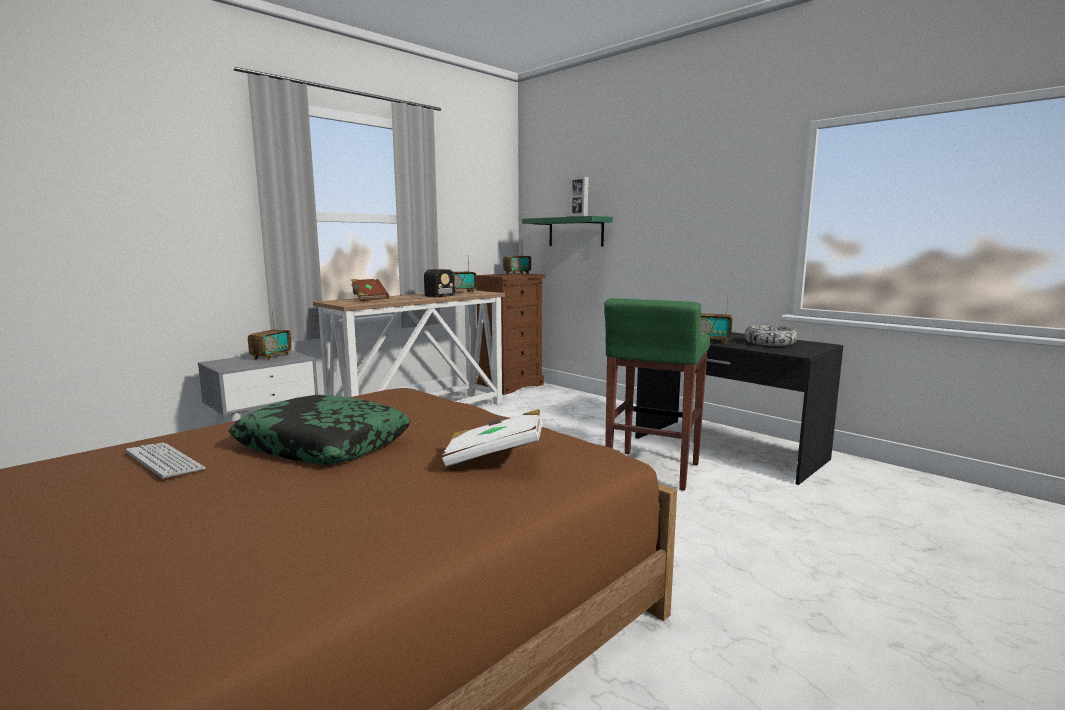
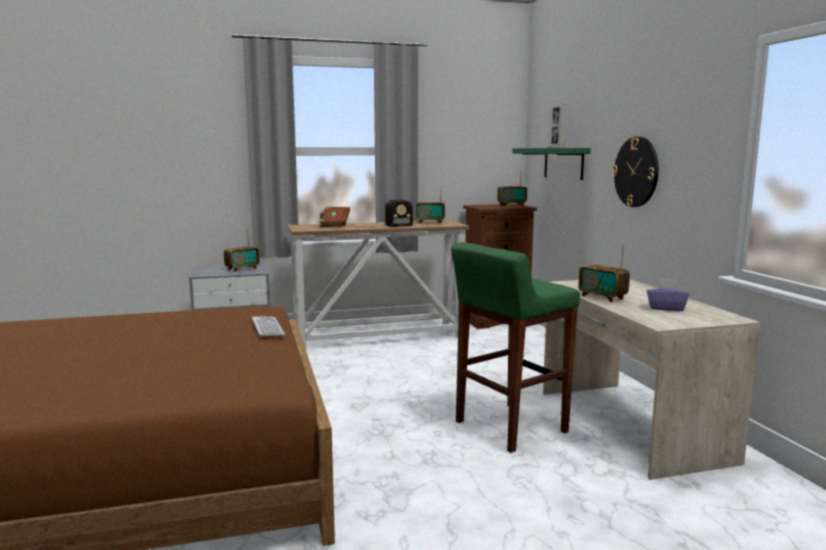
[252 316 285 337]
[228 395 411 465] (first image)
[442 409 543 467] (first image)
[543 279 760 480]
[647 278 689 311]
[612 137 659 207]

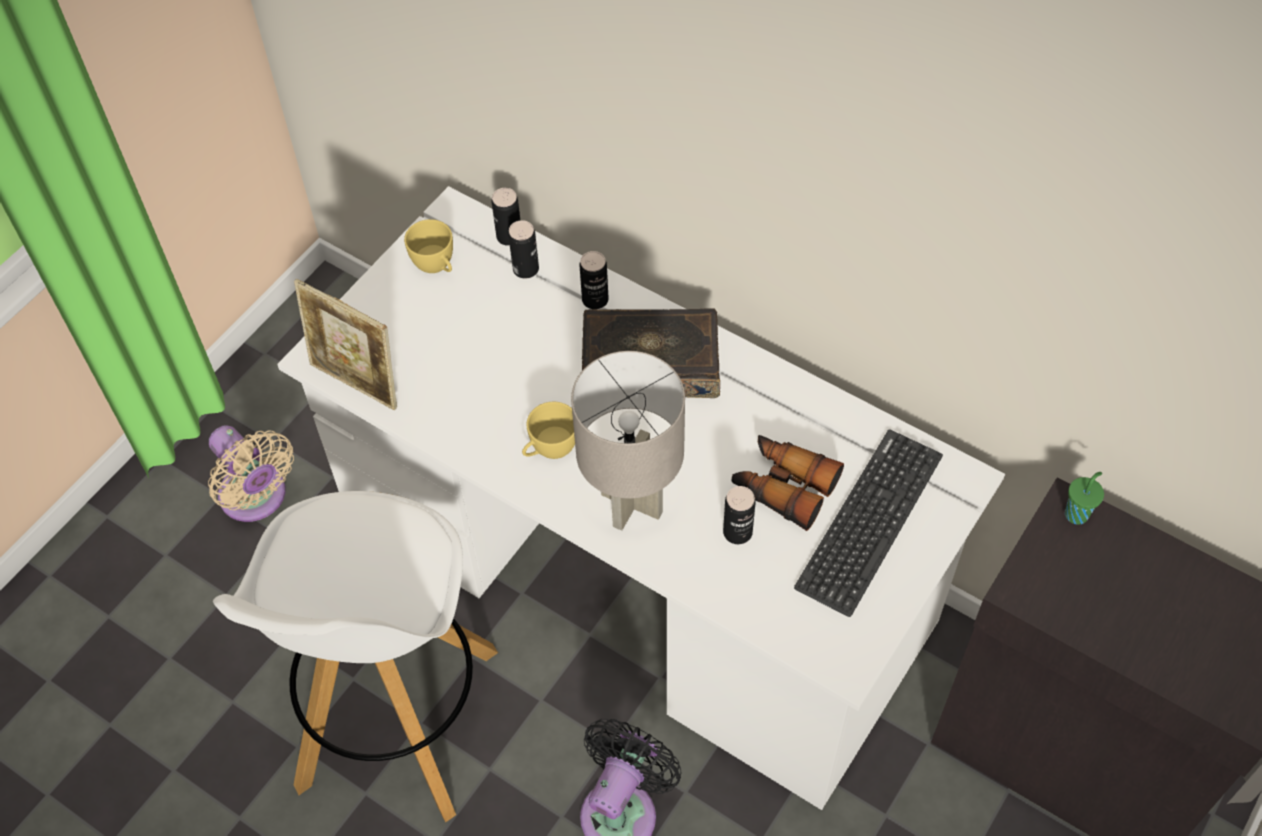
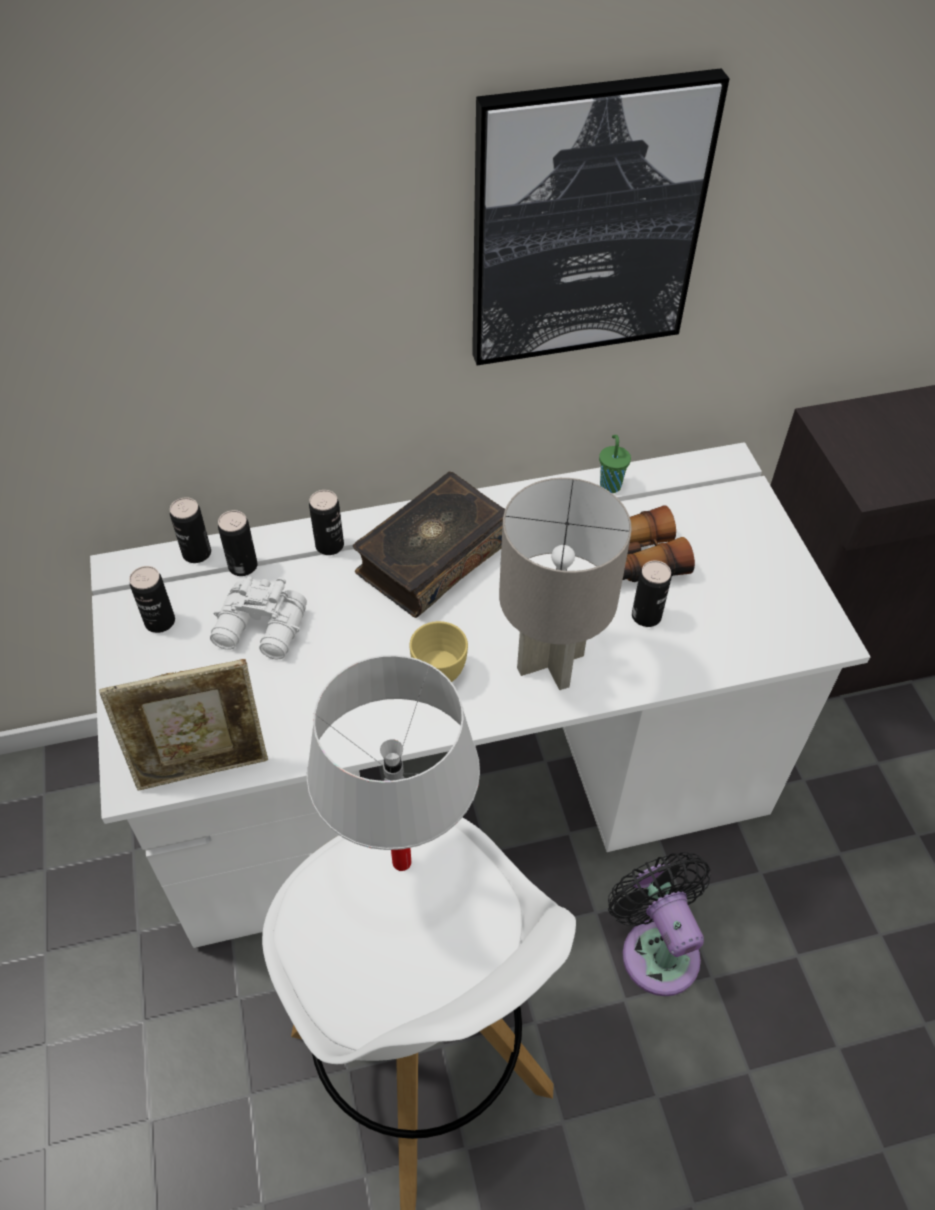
[208 425 294 522] (first image)
[129 566 175 633]
[794 429 943 617] (first image)
[599 435 631 493]
[210 576 307 660]
[307 655 480 871]
[472 68 730 365]

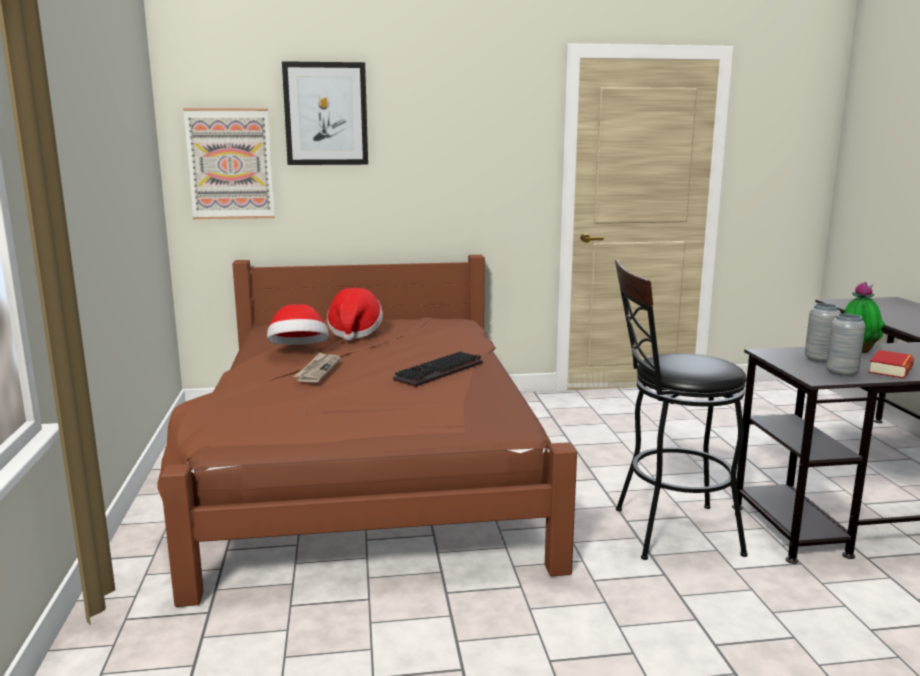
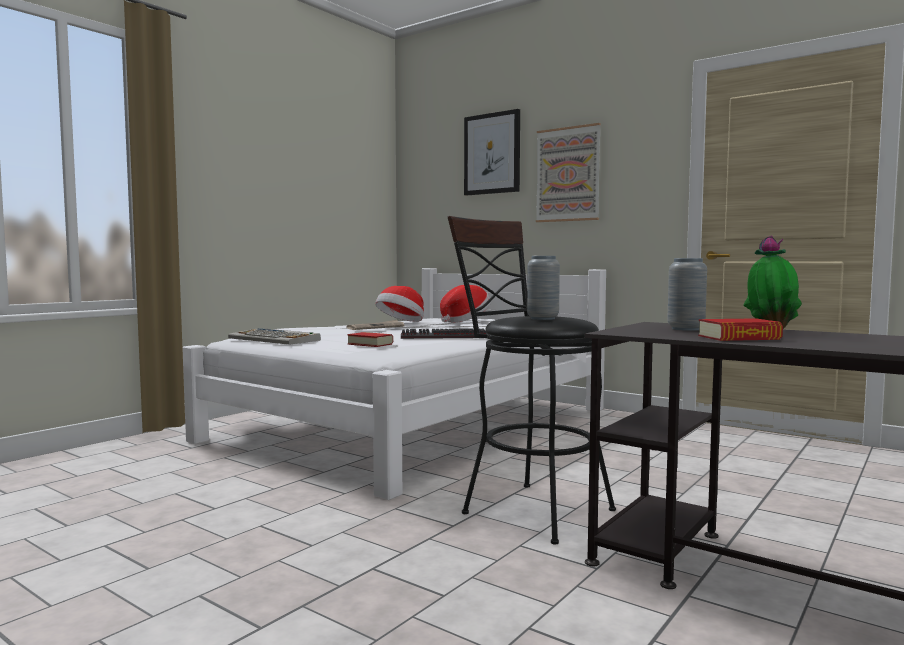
[183 268 606 500]
[536 123 601 222]
[527 256 560 320]
[228 328 321 345]
[347 332 393 347]

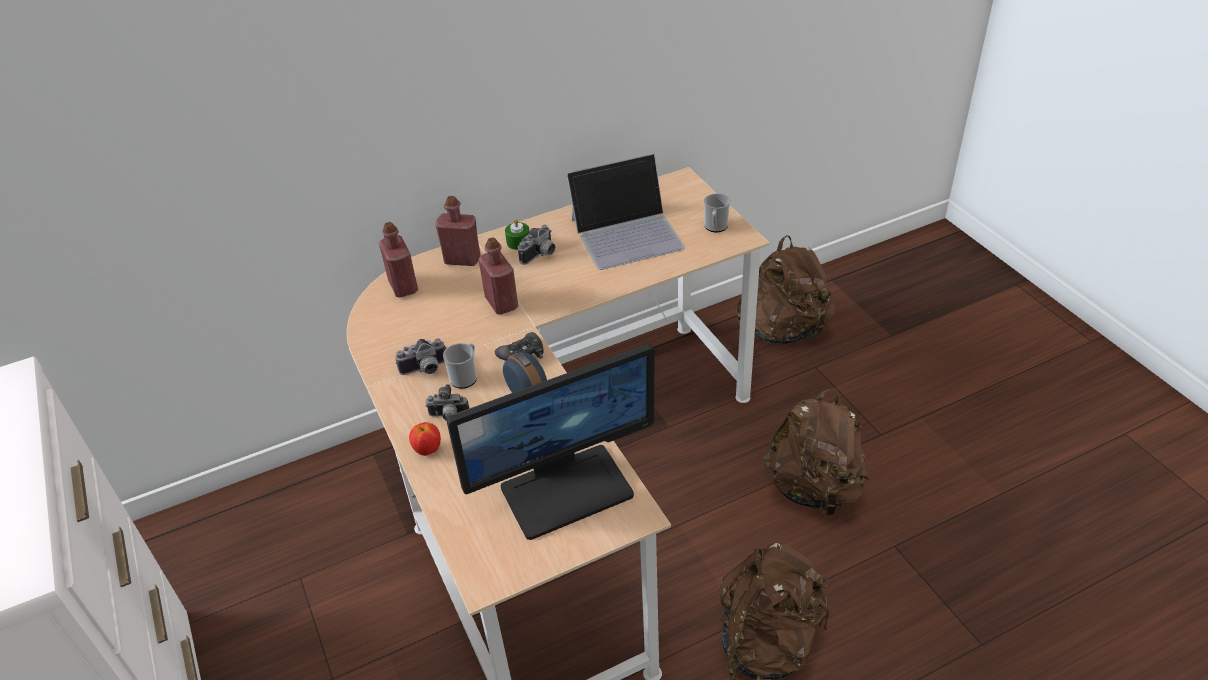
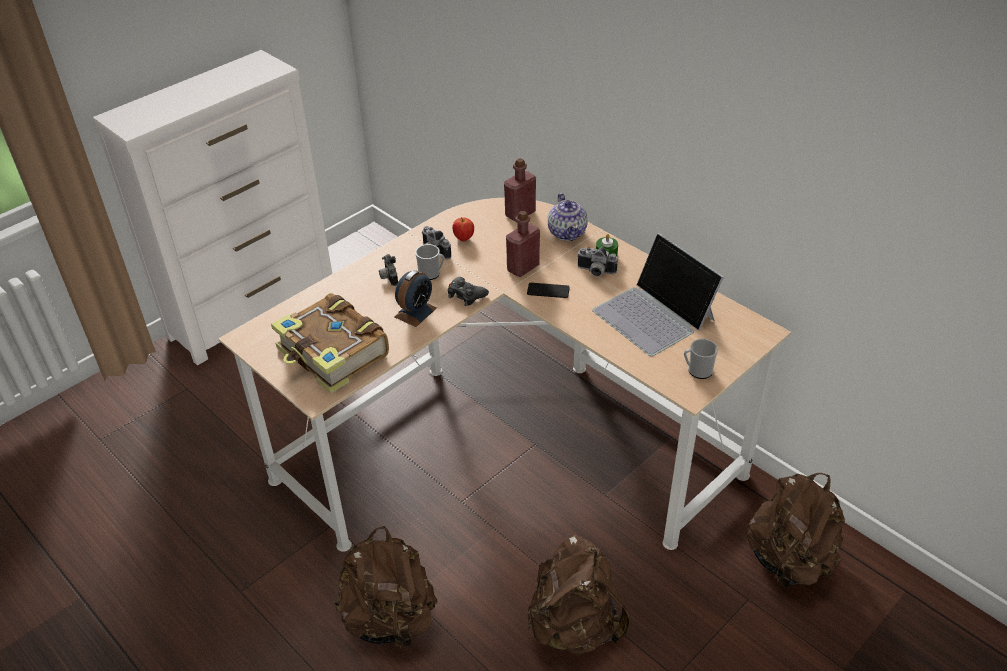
[452 217 474 242]
[548 193 588 241]
[271 293 389 394]
[527 283 570 298]

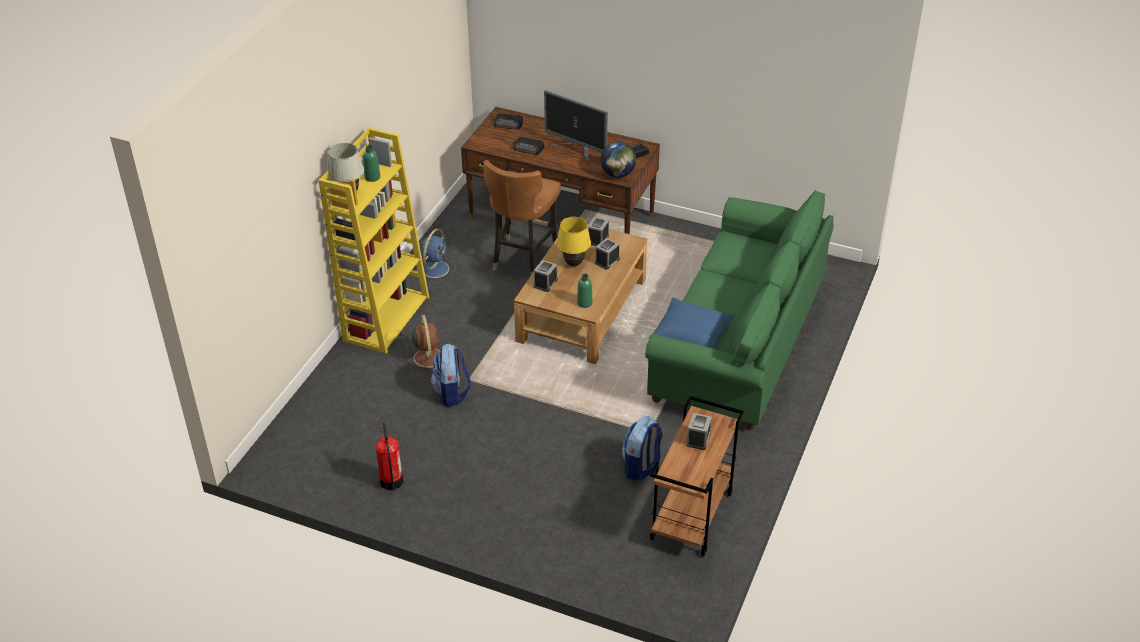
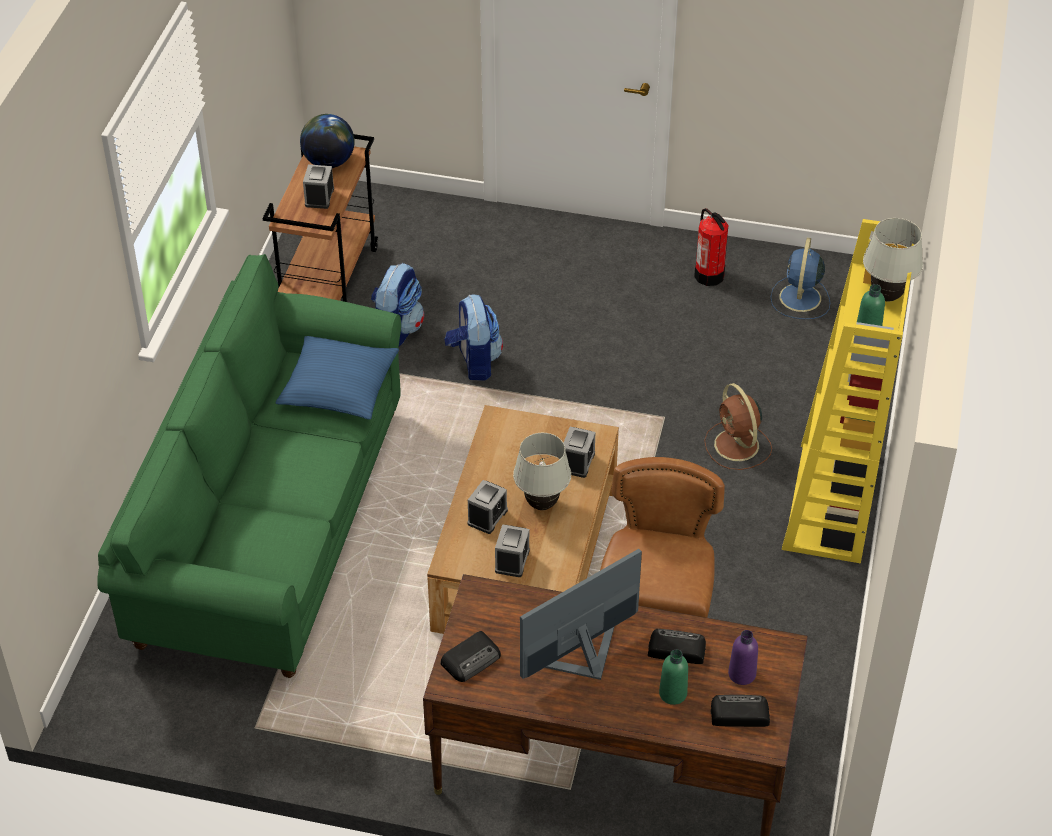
[770 238 830 319]
[444 294 503 381]
[520 549 642 680]
[513 433 571 510]
[659 649 688 705]
[300 114 355 168]
[728 630 758 685]

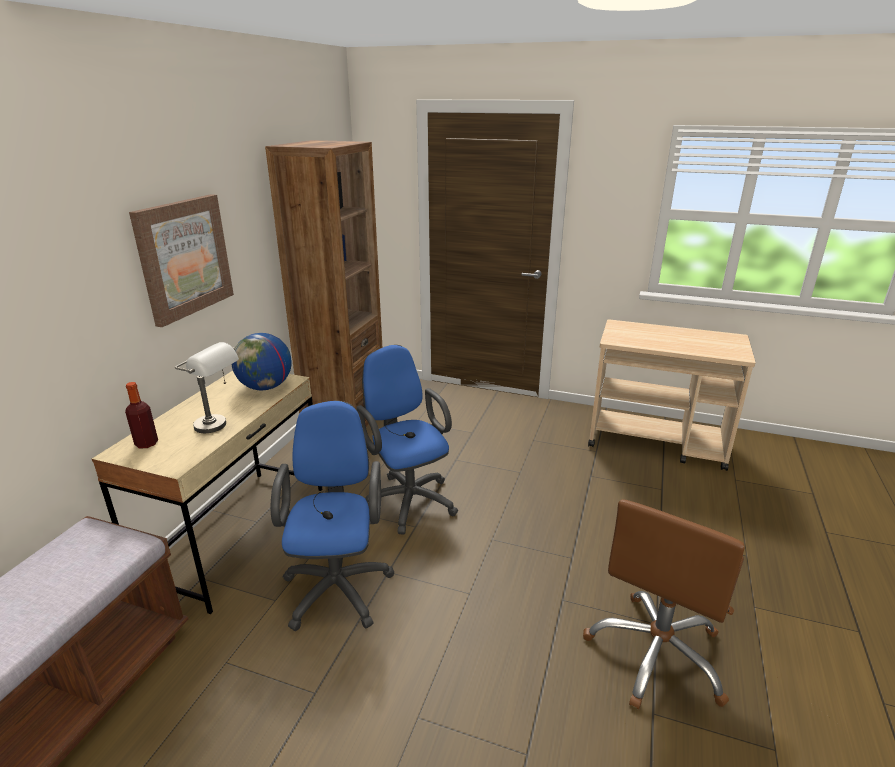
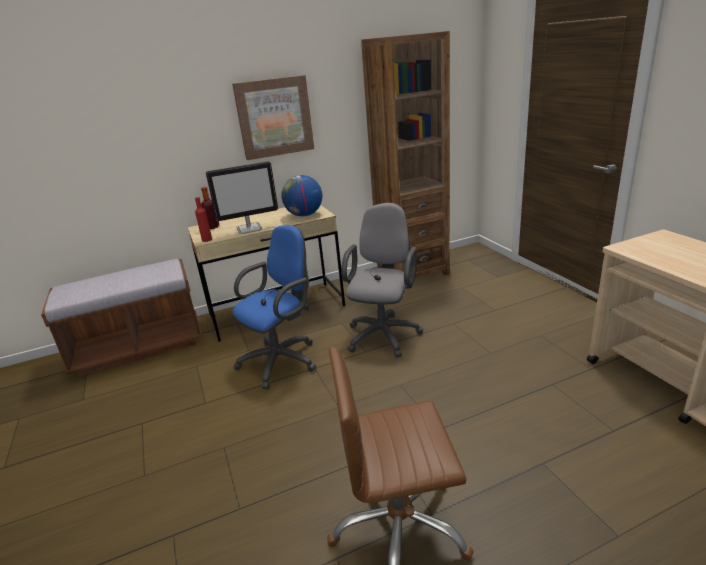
[206 161 278 234]
[341 203 423 358]
[195 197 212 242]

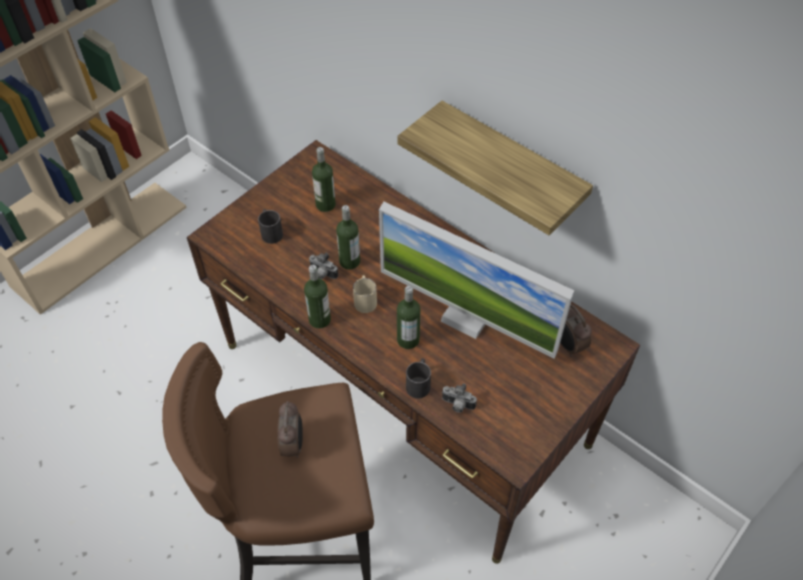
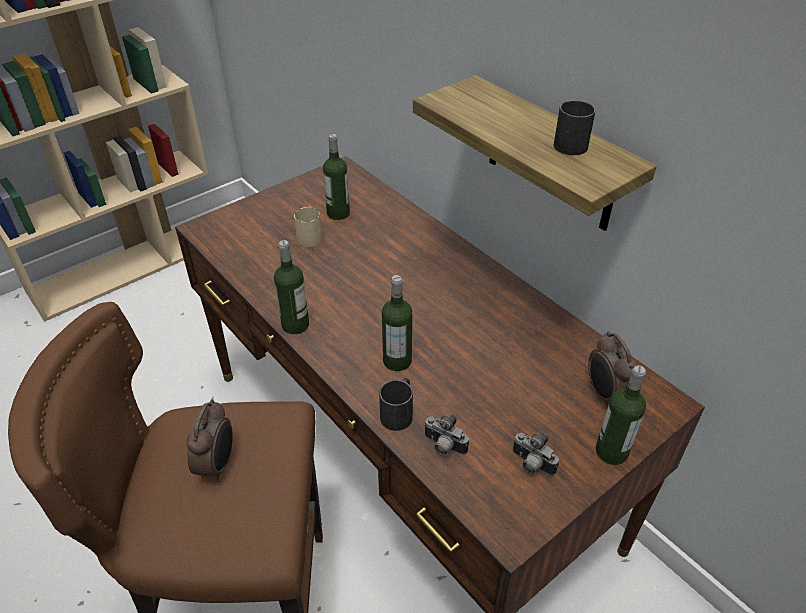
[554 100 596 155]
[513 433 559 476]
[596 365 646 465]
[294 207 322 247]
[379 202 574 359] (first image)

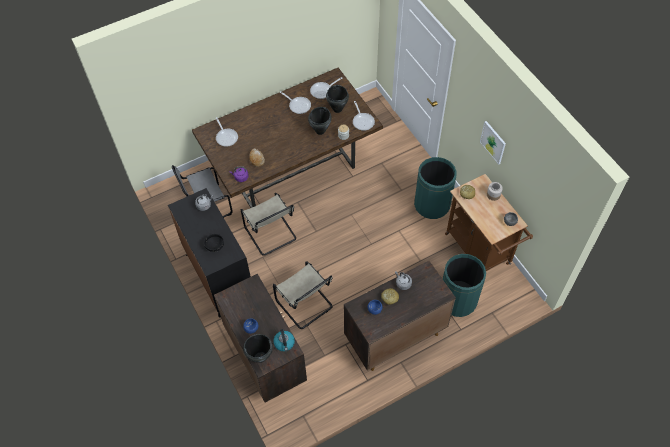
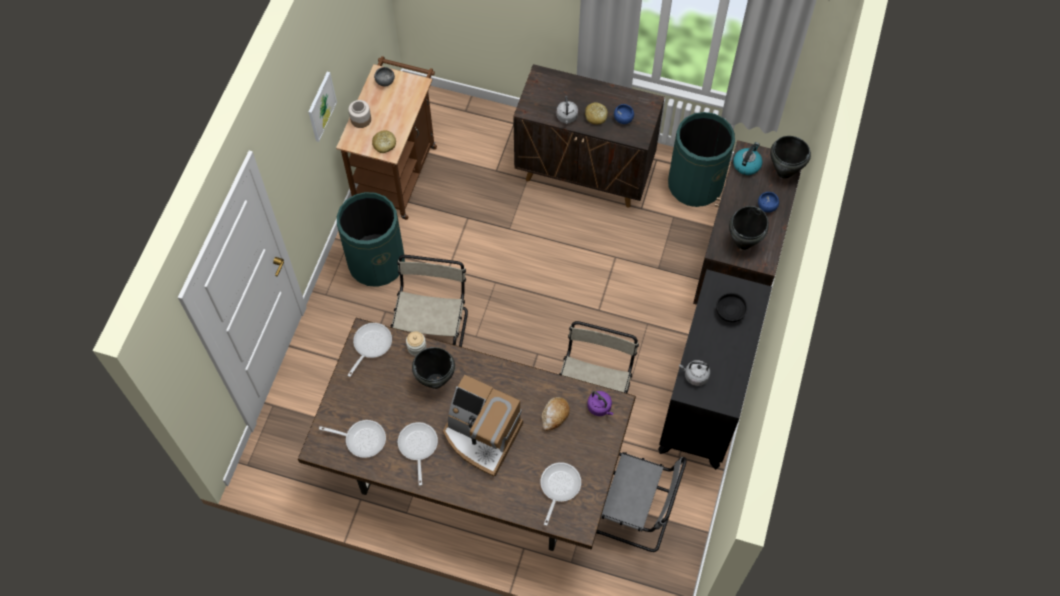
[391 255 468 347]
[729 206 769 250]
[668 112 735 207]
[443 375 523 476]

